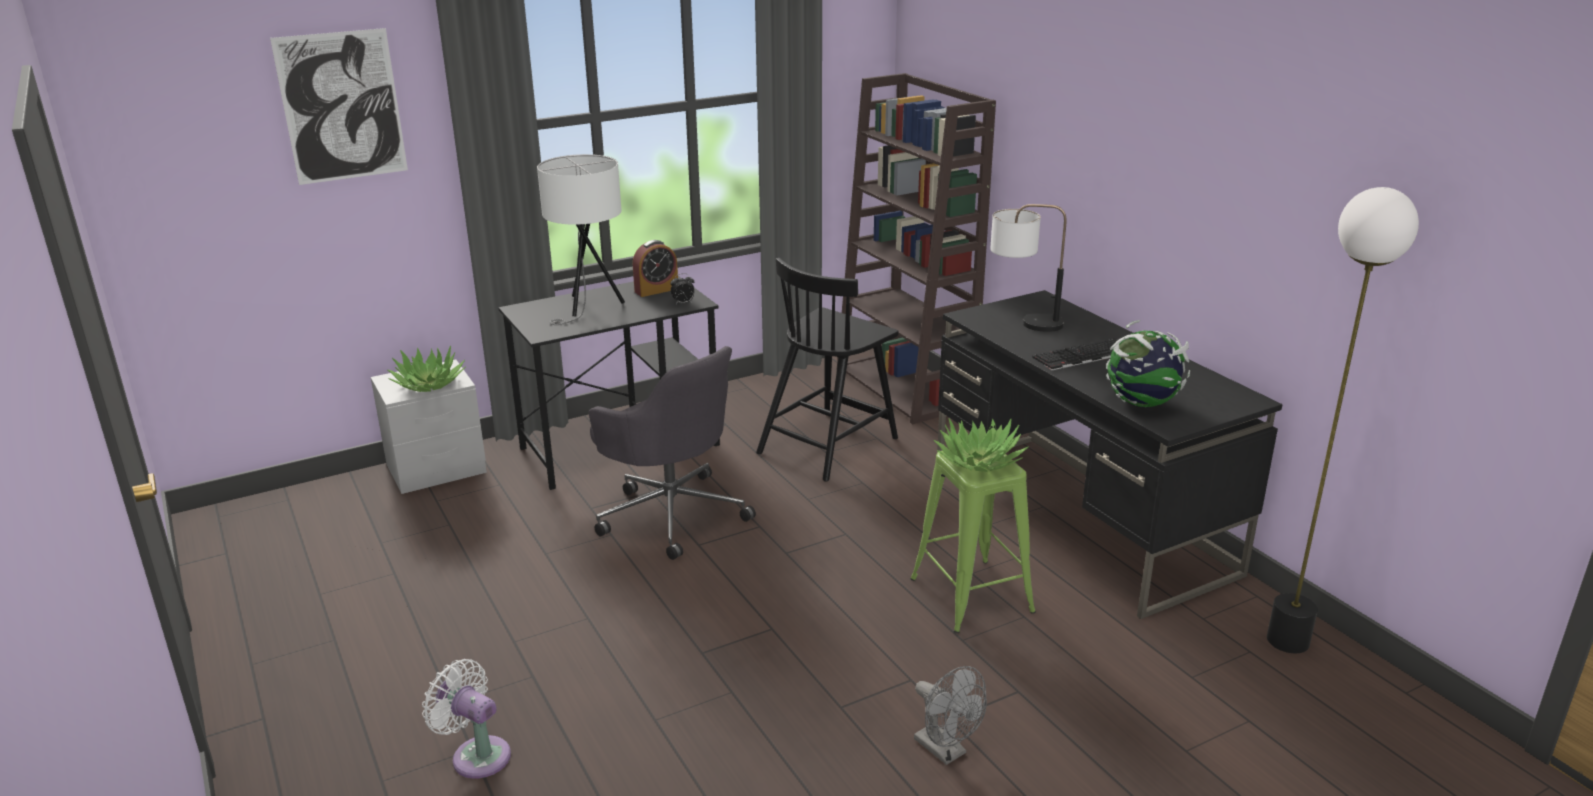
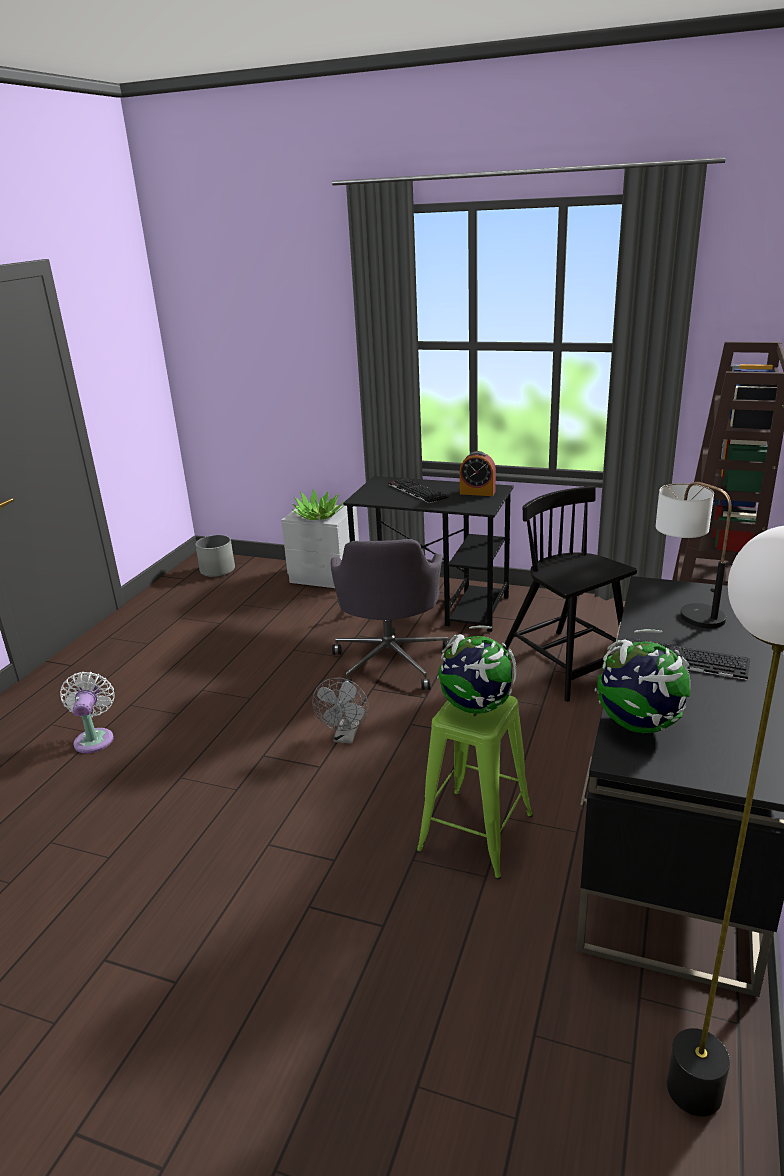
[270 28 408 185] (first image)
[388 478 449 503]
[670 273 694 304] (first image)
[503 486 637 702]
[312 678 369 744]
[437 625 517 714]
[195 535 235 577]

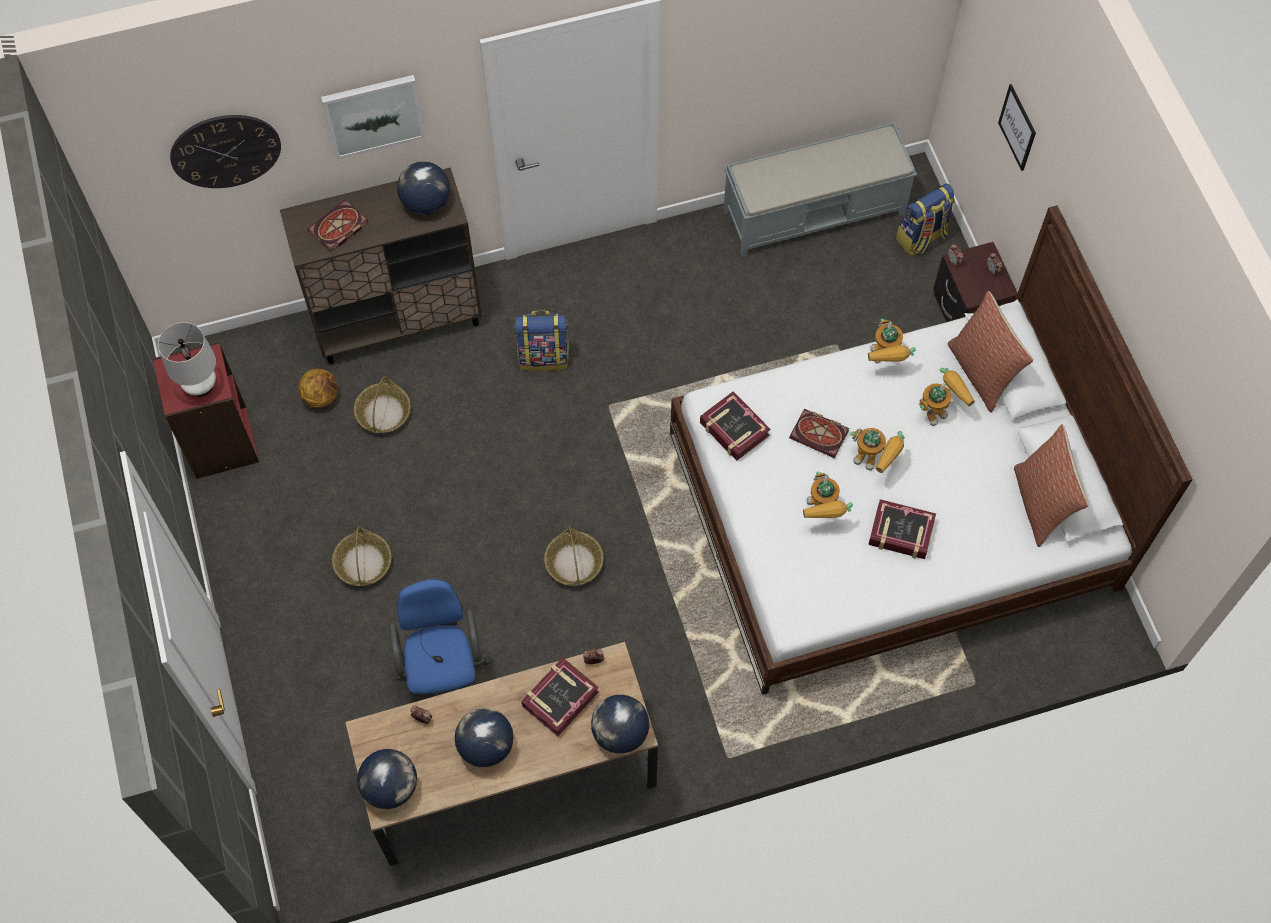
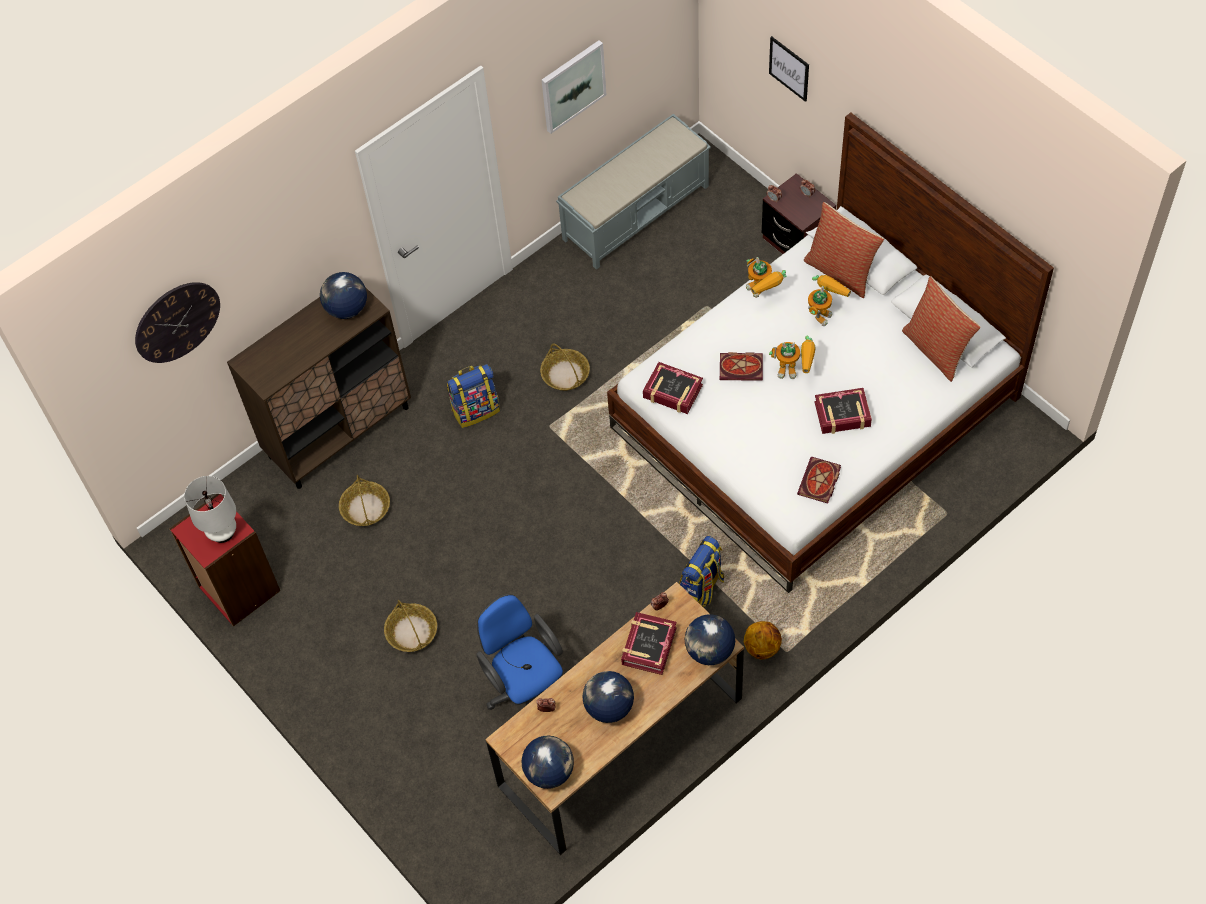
[744 621 782 659]
[797 457 841 504]
[542 40 607 134]
[540 344 590 391]
[803 471 853 518] (first image)
[679 536 724 608]

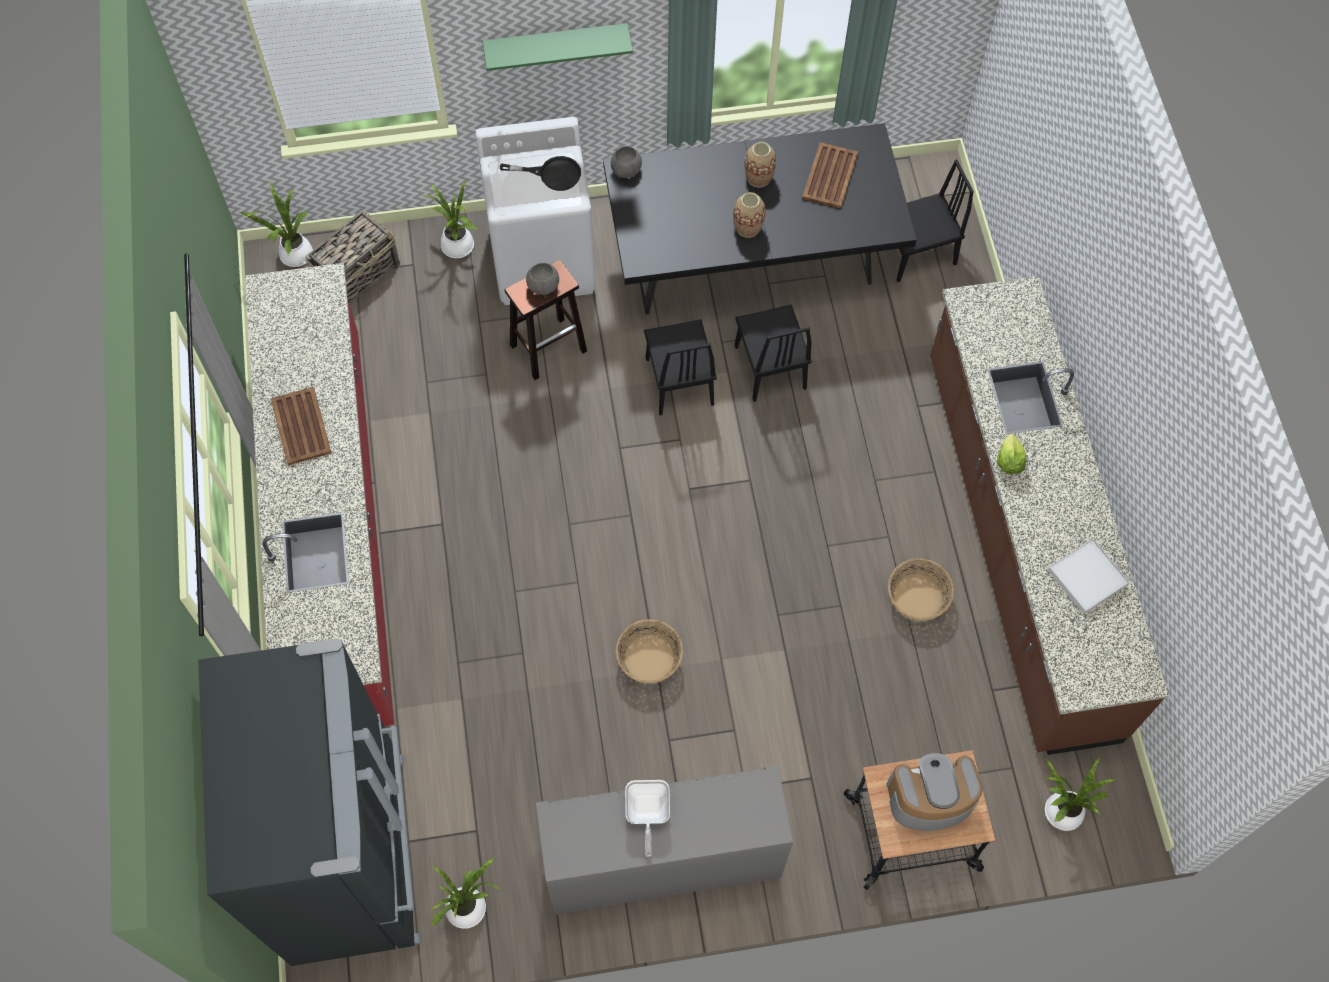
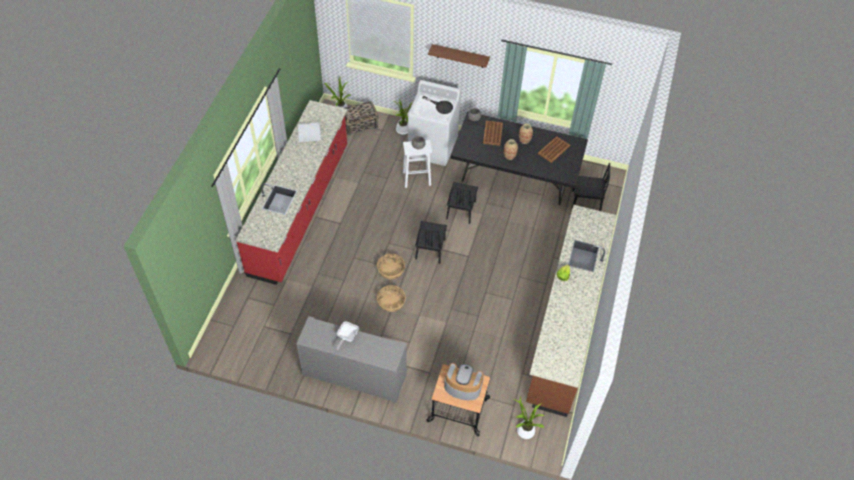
[198 638 421 966] (first image)
[483 121 503 146]
[431 857 503 929] (first image)
[428 44 490 68]
[403 140 432 188]
[415 221 447 264]
[377 254 405 279]
[298 122 321 142]

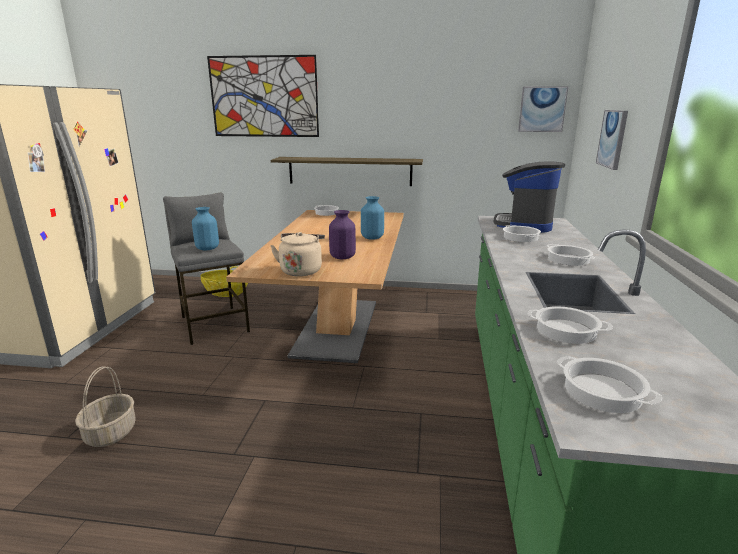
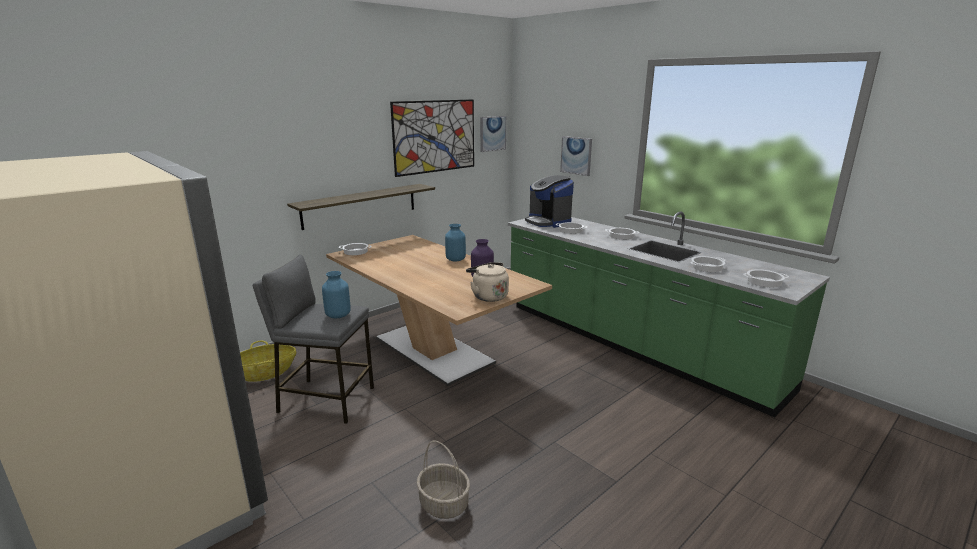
[390 99 474 177]

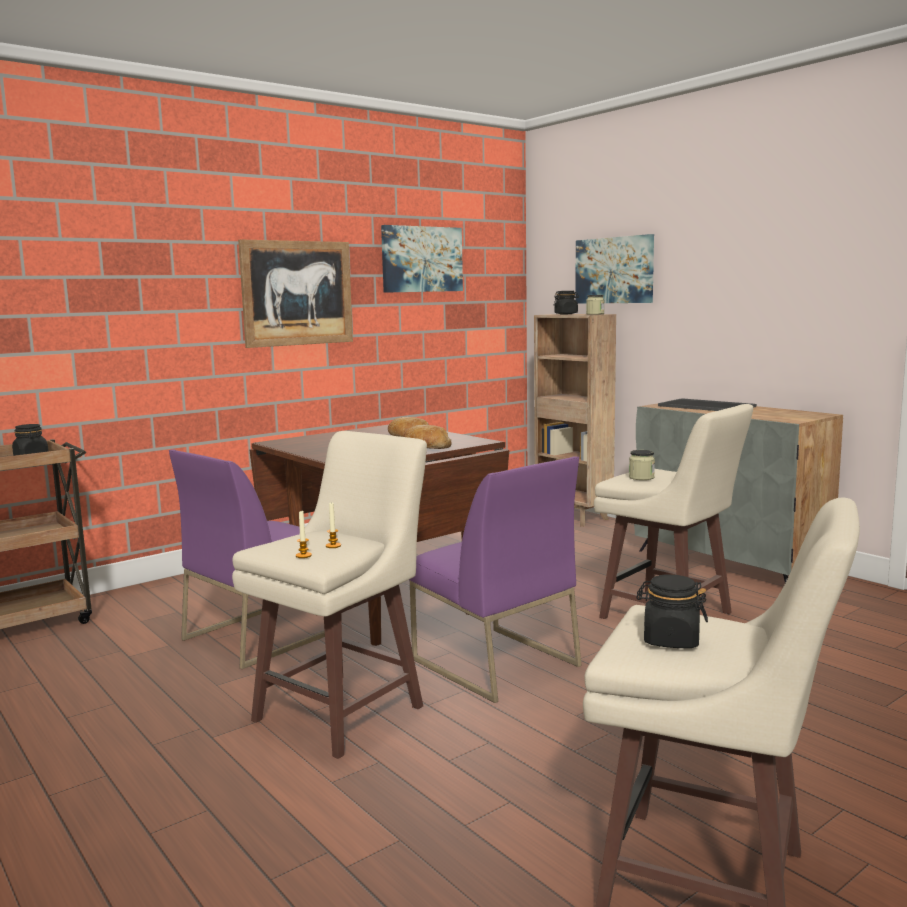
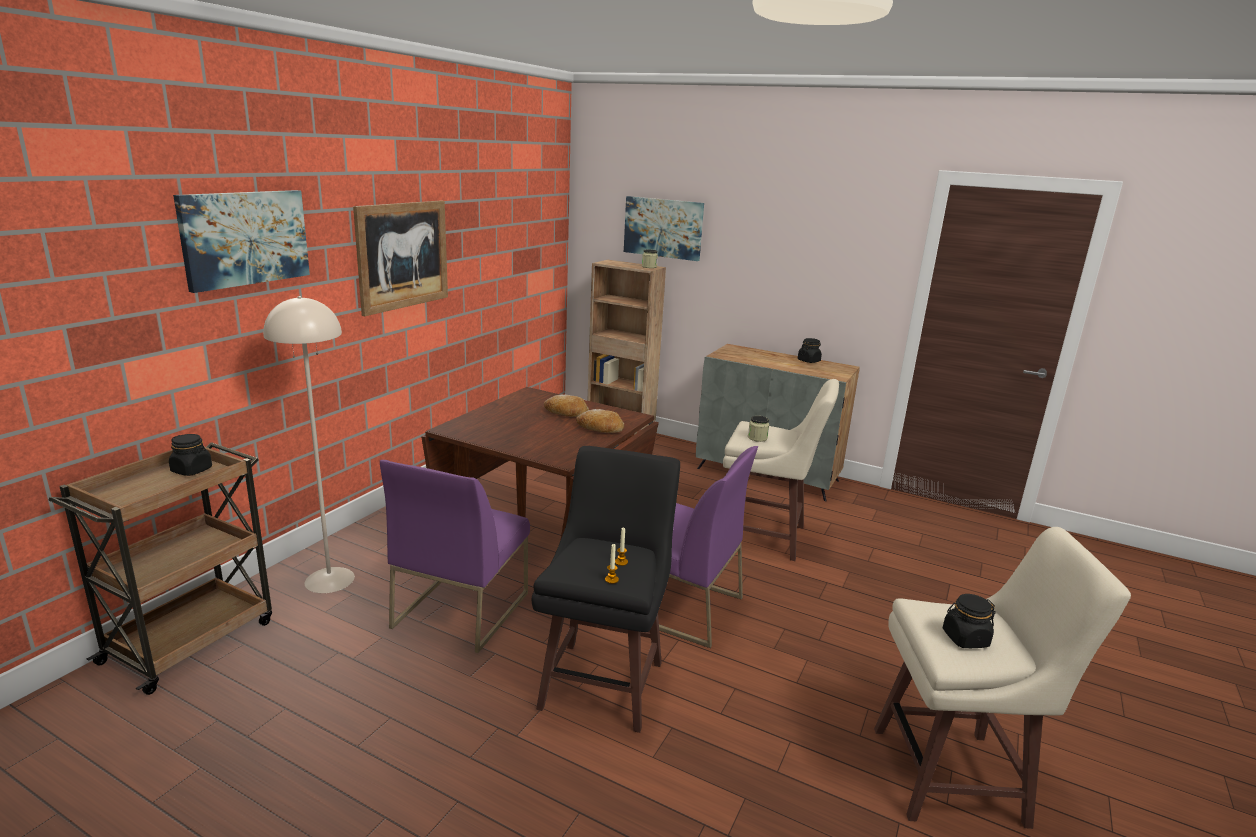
[532 446 680 733]
[173 190 310 293]
[798 338 822 363]
[658 398 756 411] (first image)
[263 296 355 593]

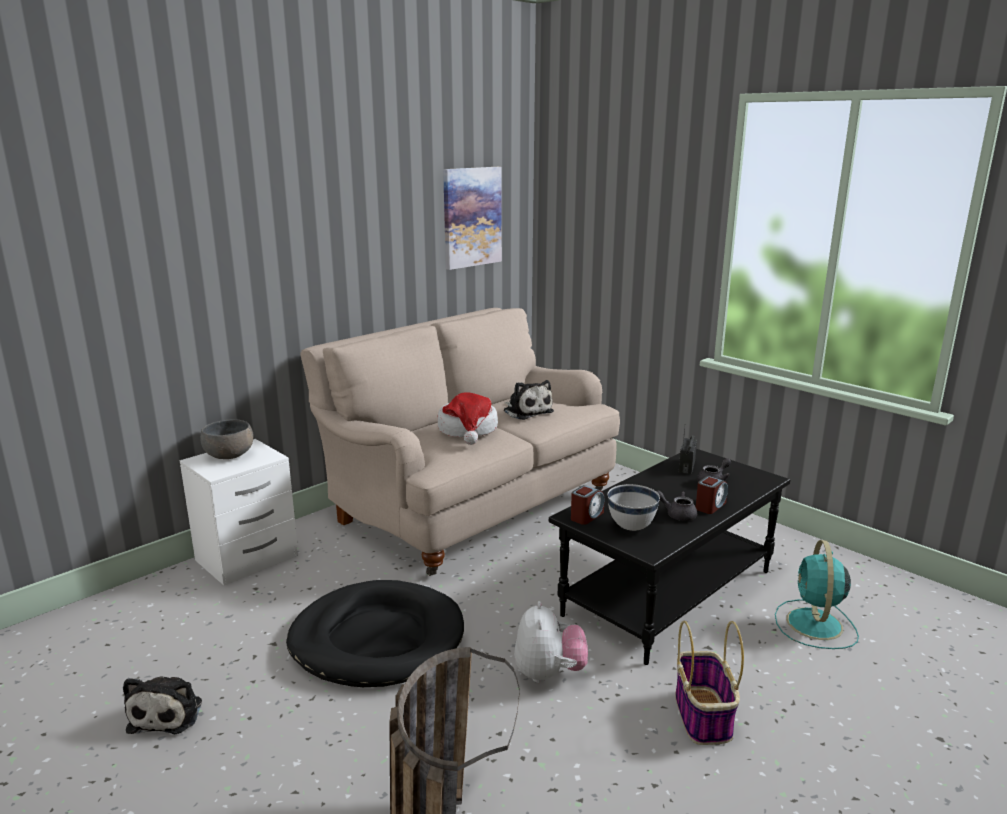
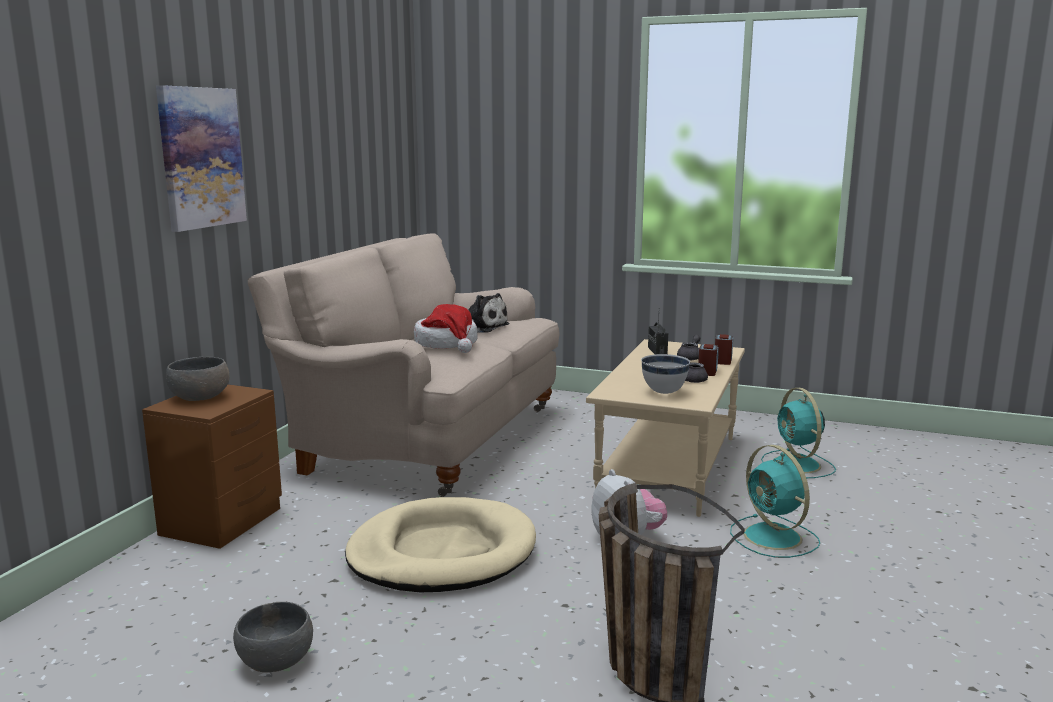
[233 602 313 672]
[142 384 282 549]
[345 497 536 592]
[156 85 247 232]
[586 339 745 517]
[715 334 733 365]
[730 445 820 558]

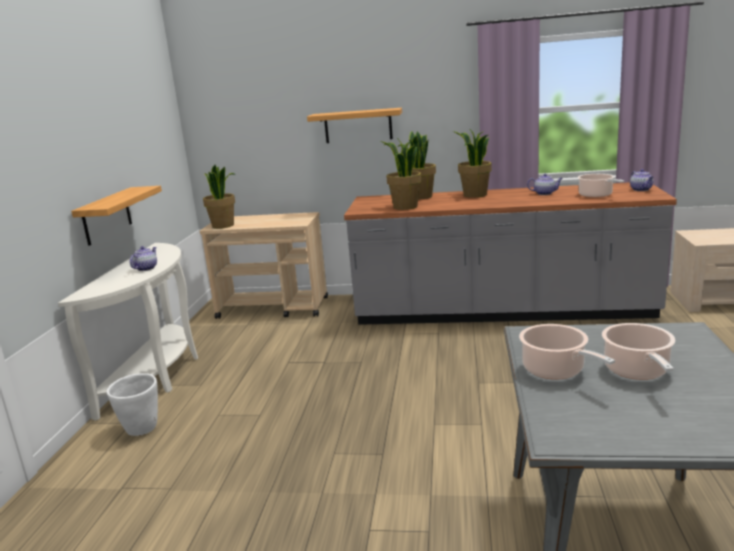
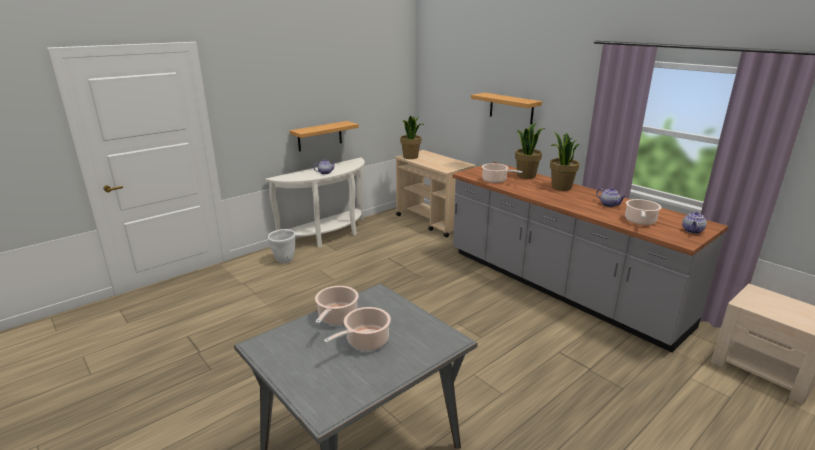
[482 163 522 183]

